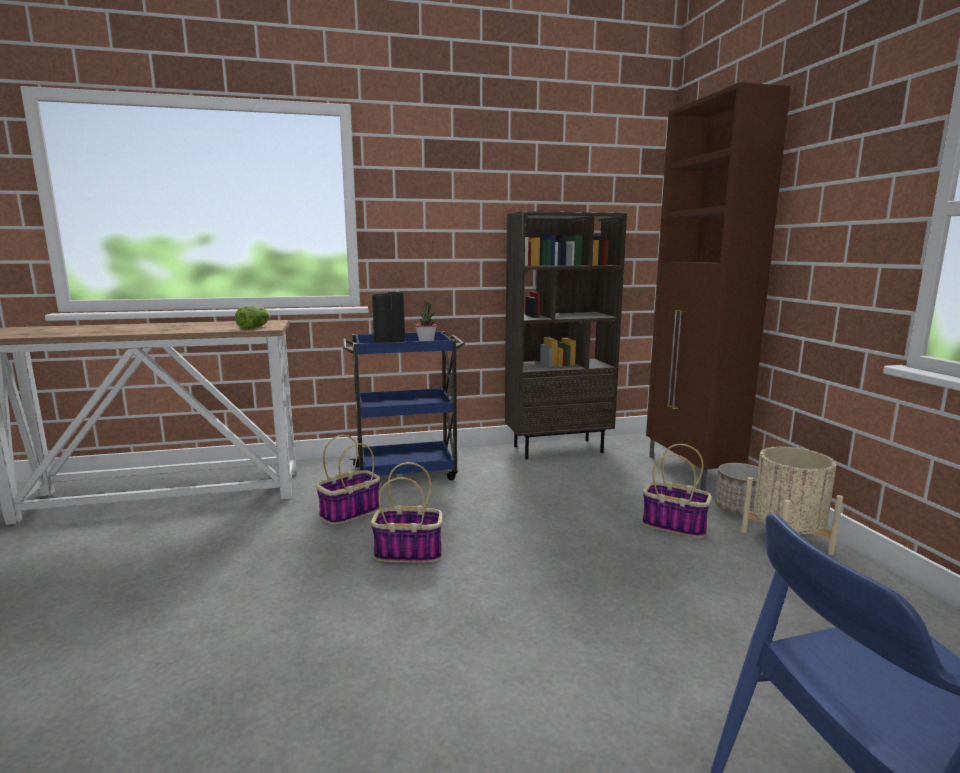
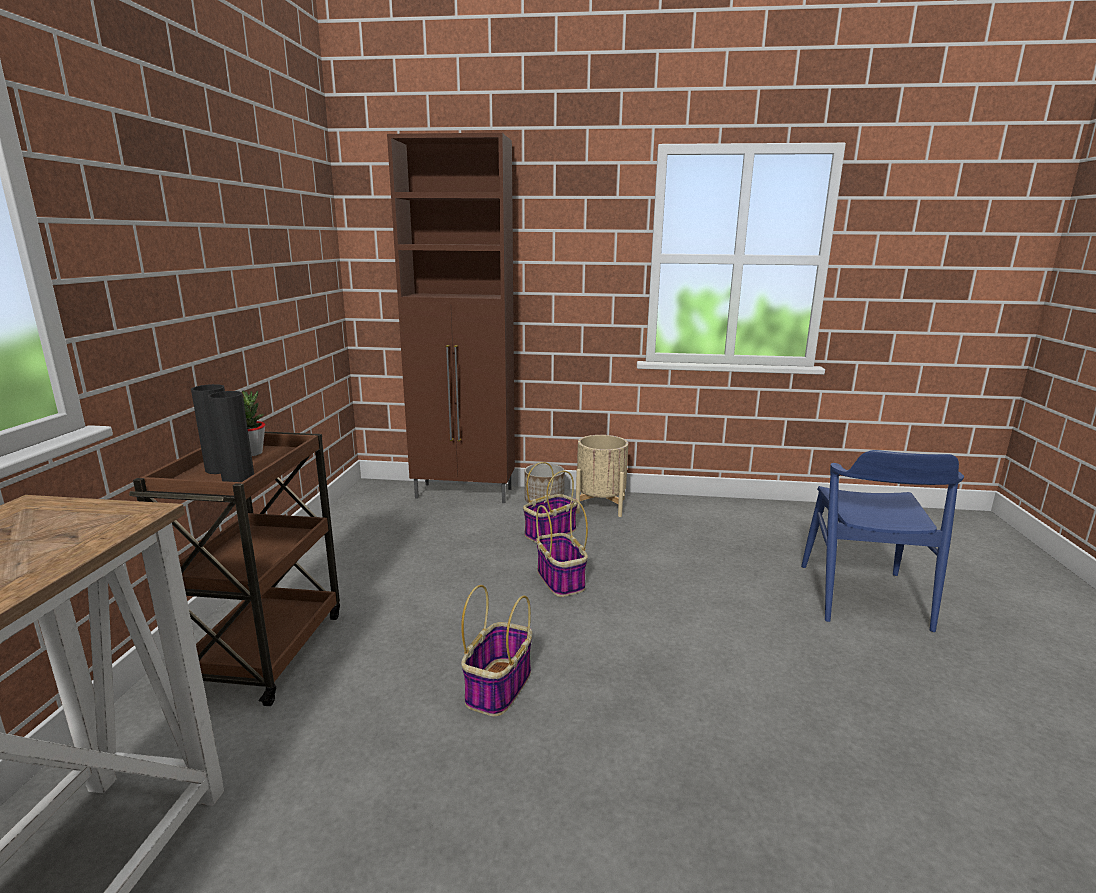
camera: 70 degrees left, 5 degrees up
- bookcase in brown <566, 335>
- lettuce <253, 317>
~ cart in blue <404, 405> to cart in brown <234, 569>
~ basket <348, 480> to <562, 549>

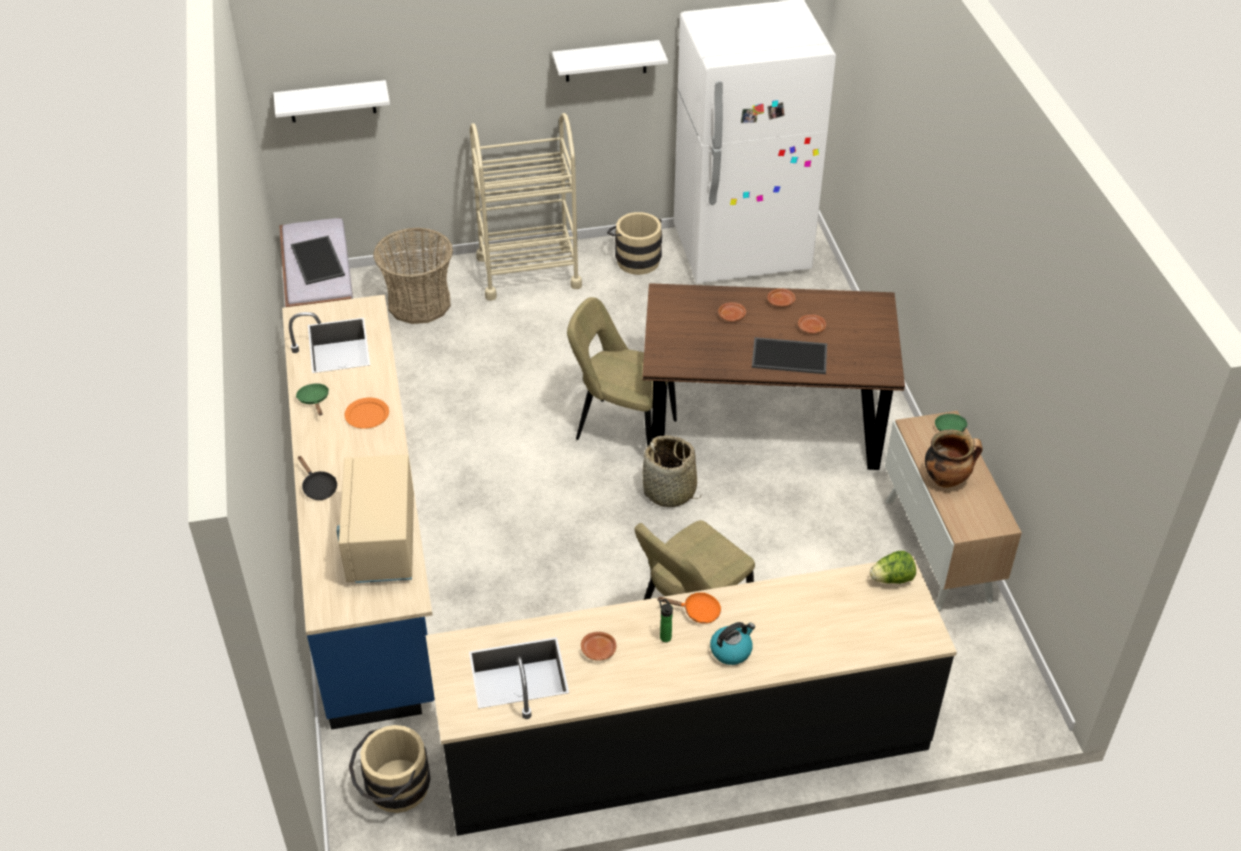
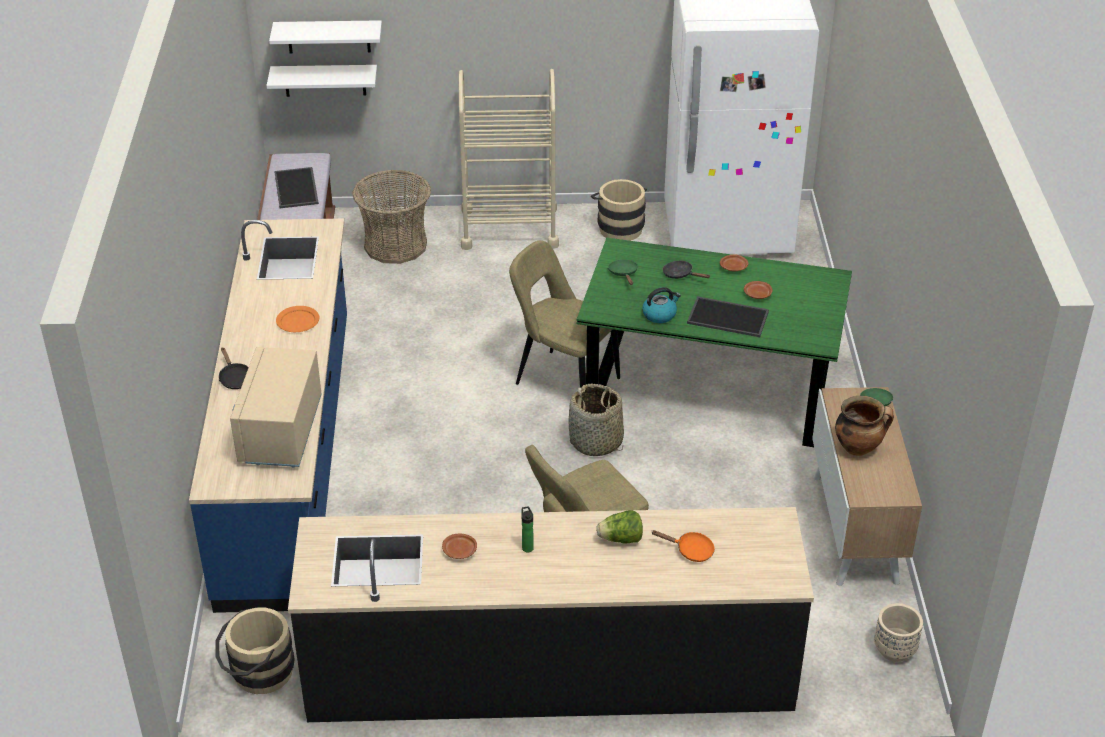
camera: 10 degrees right, 5 degrees down
~ shelf in white <610, 61> to <321, 81>
~ dining table in brown <773, 376> to dining table in green <714, 342>
~ plate in brown <732, 311> to frying pan in black <686, 270>
~ frying pan in green <312, 399> to <623, 272>
~ lettuce <893, 567> to <619, 527>
~ frying pan in orange <689, 608> to <683, 546>
~ kettle <732, 643> to <661, 305>
+ planter in beige <898, 632>

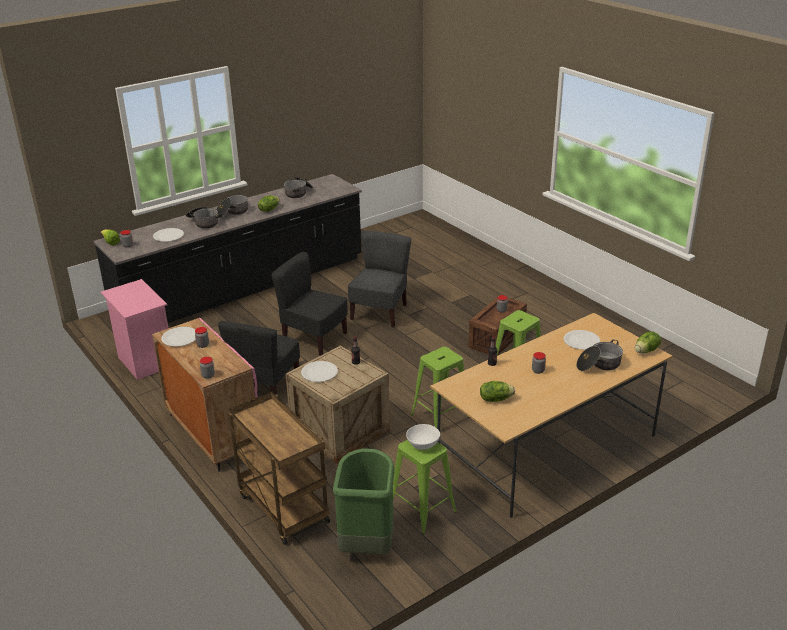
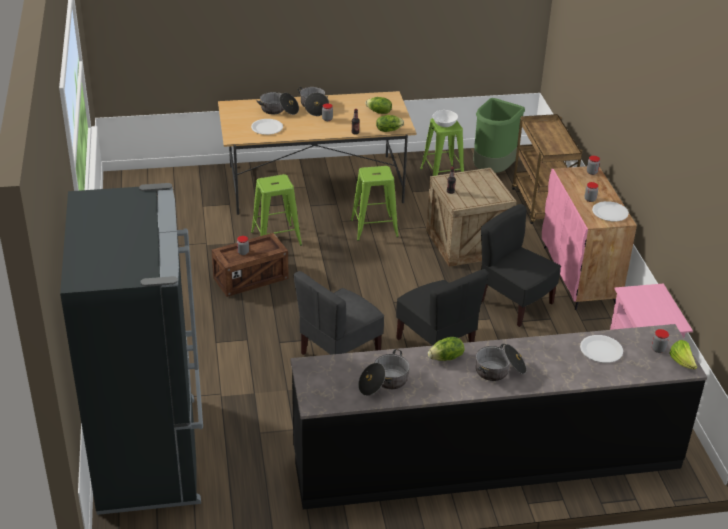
camera: 155 degrees left, 5 degrees up
~ cooking pot <204, 218> to <313, 101>
~ chair in black <259, 358> = <521, 265> 90 degrees counterclockwise
~ lettuce <648, 342> to <390, 123>
- plate in white <319, 371>
+ fridge in black <131, 349>

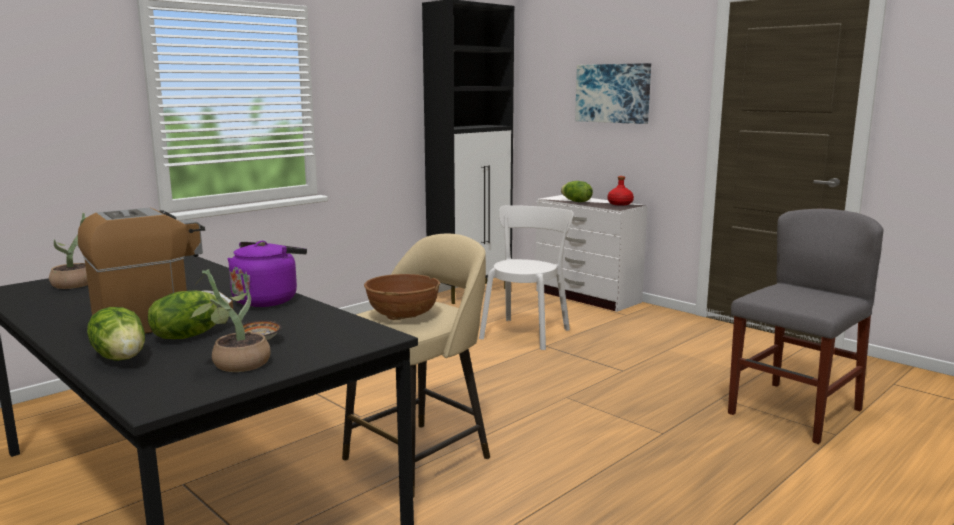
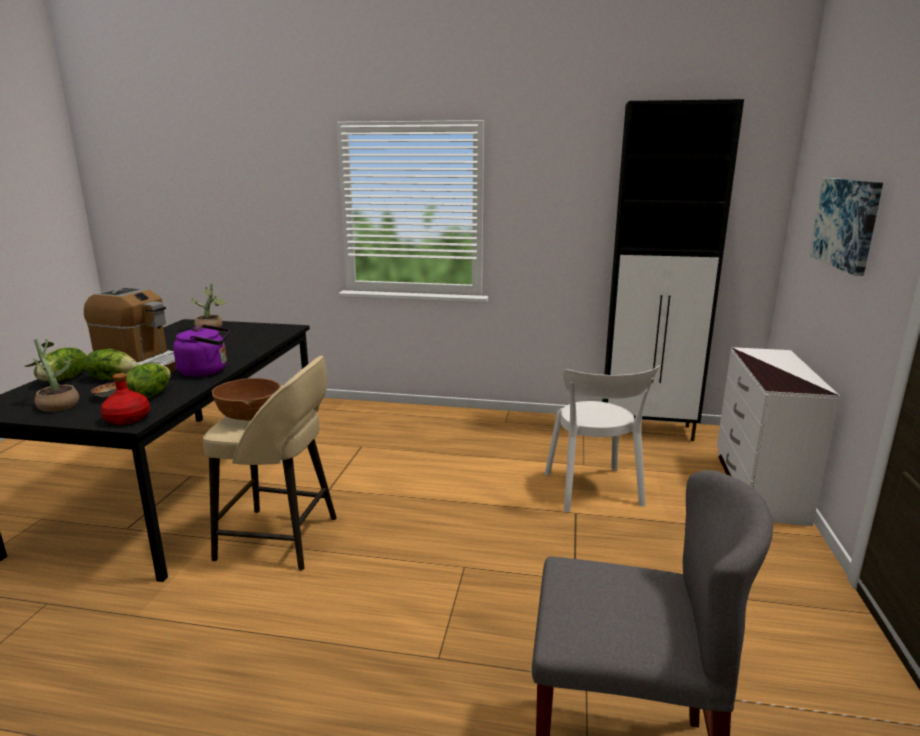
camera: 55 degrees right, 5 degrees up
~ bottle in red <620, 191> to <125, 399>
~ lettuce <577, 191> to <148, 381>
~ chair in white <526, 277> = <602, 439> 90 degrees clockwise

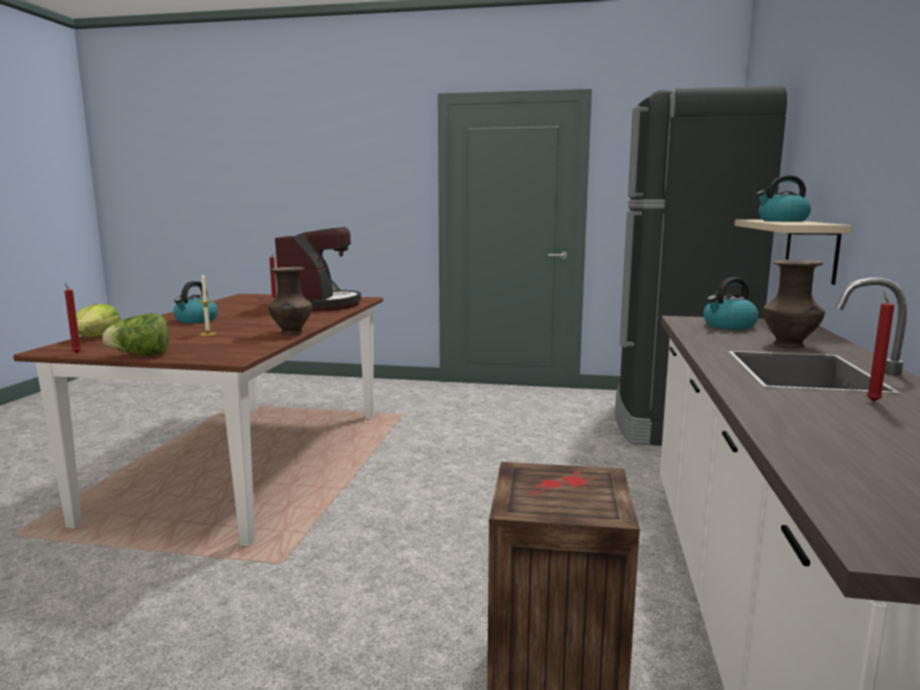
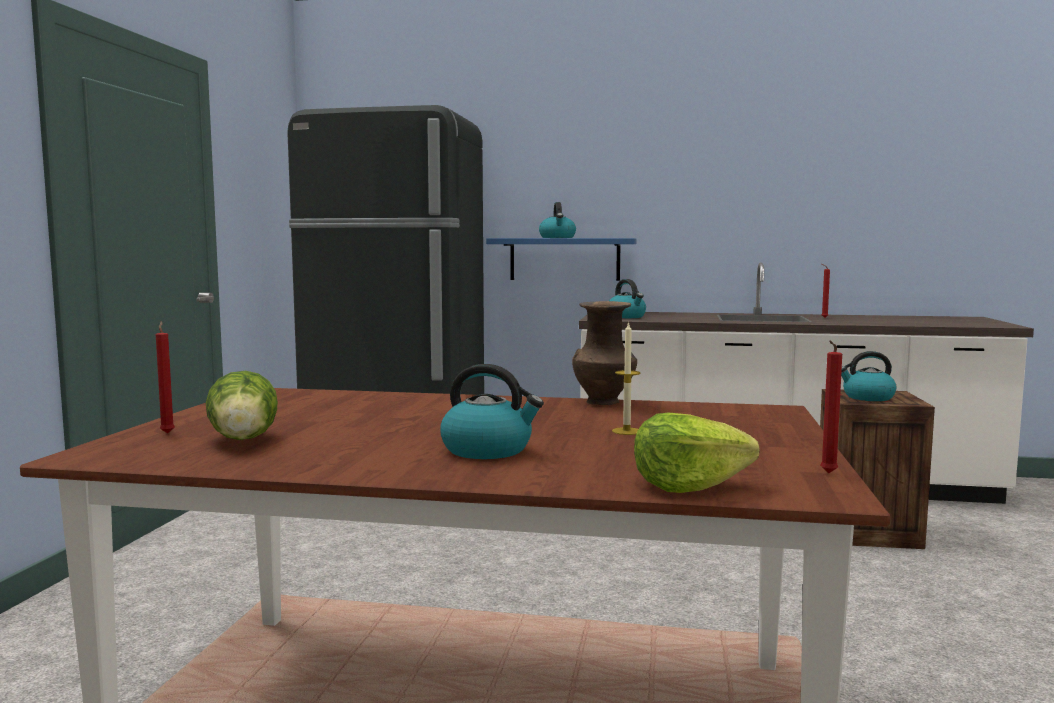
camera: 90 degrees left, 5 degrees down
~ shelf in beige <793, 252> to shelf in blue <561, 259>
- coffee machine <318, 269>
- vase in brown <794, 304>
~ lettuce <136, 334> to <242, 405>
+ kettle <868, 376>

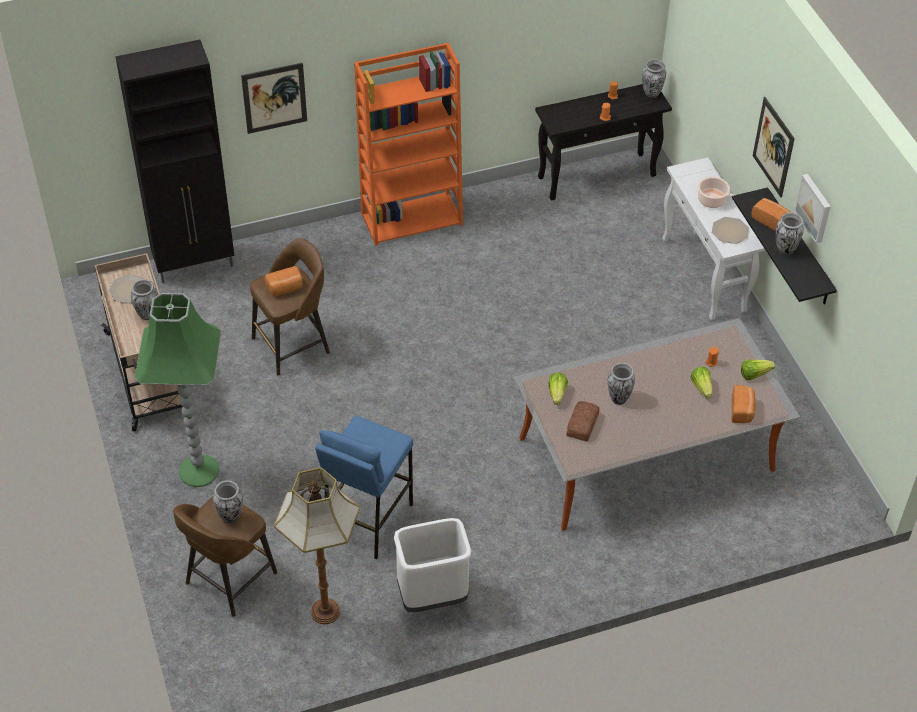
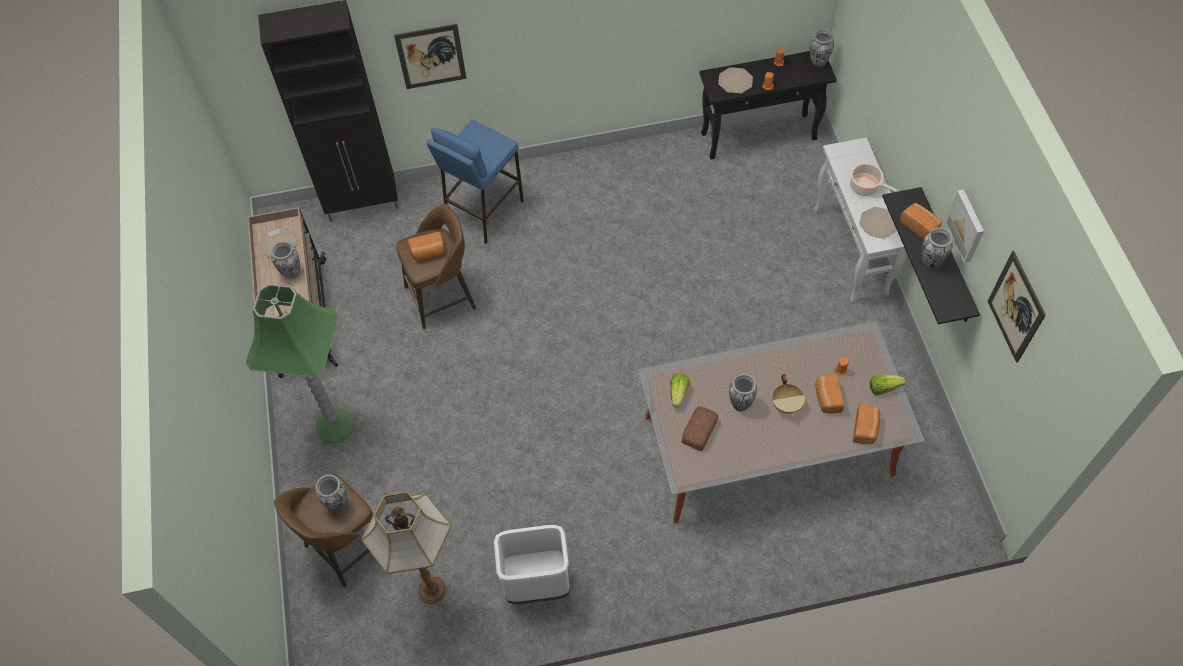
camera: 10 degrees right, 10 degrees up
- bookcase in orange <408, 144>
~ picture <774, 147> to <1017, 307>
~ lettuce <702, 383> to bread <829, 394>
~ stool in blue <364, 488> to <475, 182>
+ plate <735, 80>
+ cooking pot in beige <788, 395>

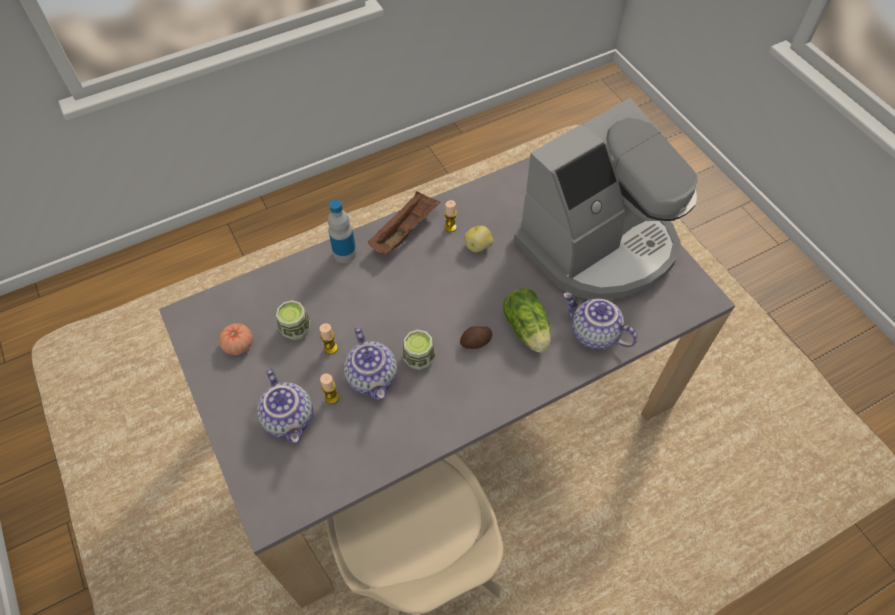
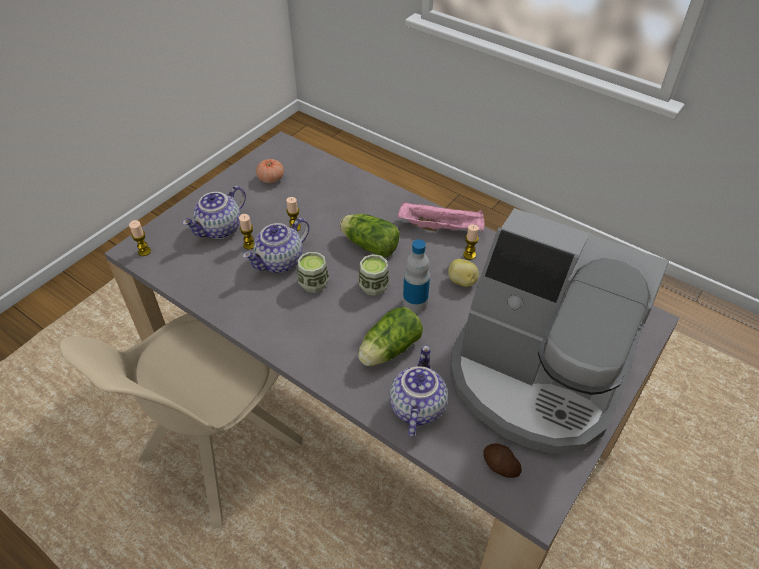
camera: 65 degrees right, 10 degrees down
~ tray in brown <404, 223> to tray in pink <441, 216>
~ bottle <342, 231> to <416, 276>
~ cup <293, 320> to <374, 275>
~ potato <476, 337> to <502, 460>
+ lettuce <370, 235>
+ candle <140, 238>

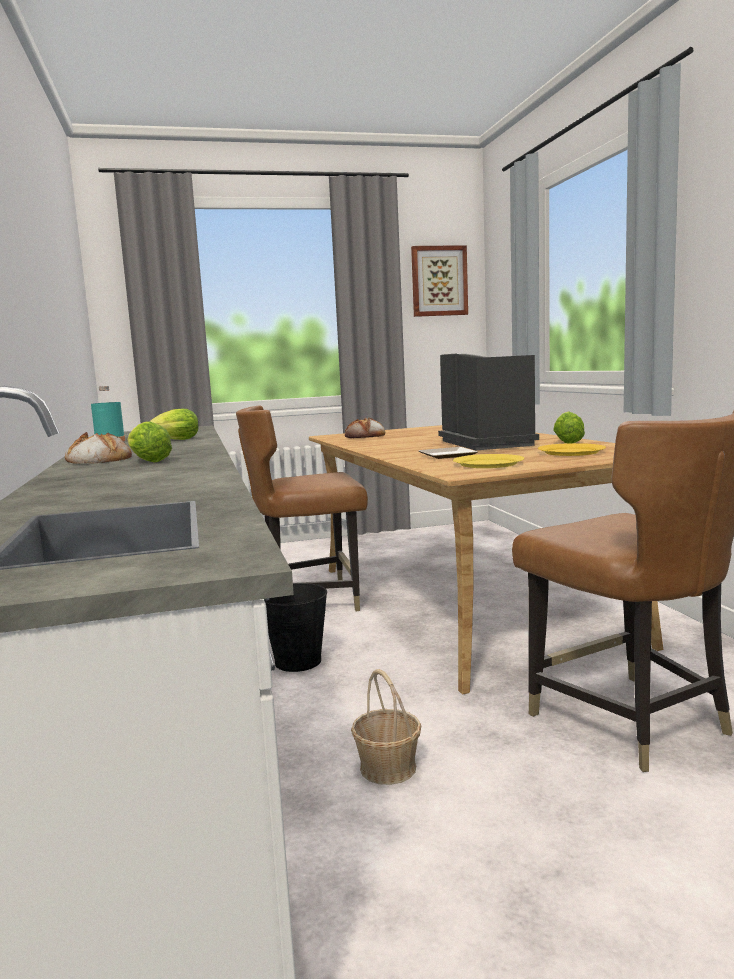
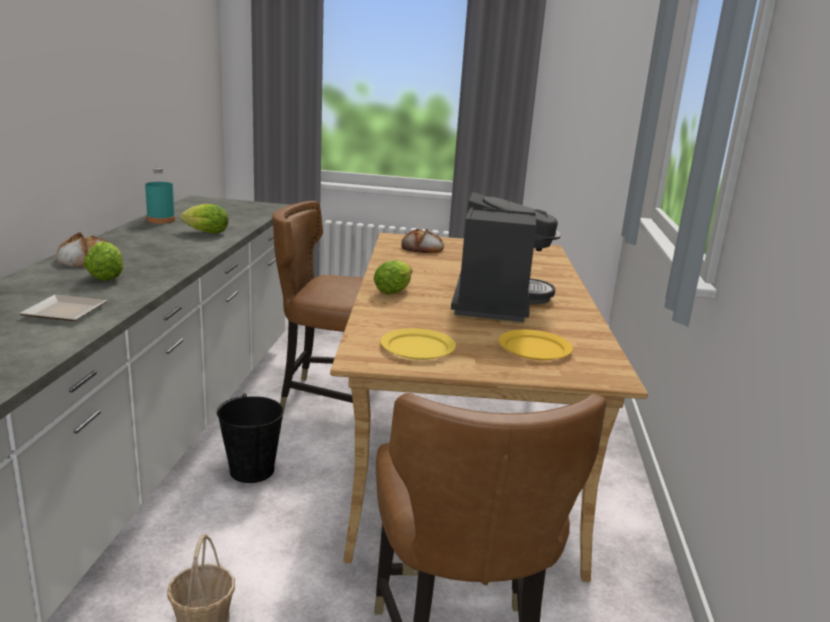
camera: 20 degrees right, 10 degrees up
- picture <439, 281>
~ lettuce <569, 427> to <393, 277>
~ plate <448, 453> to <63, 308>

